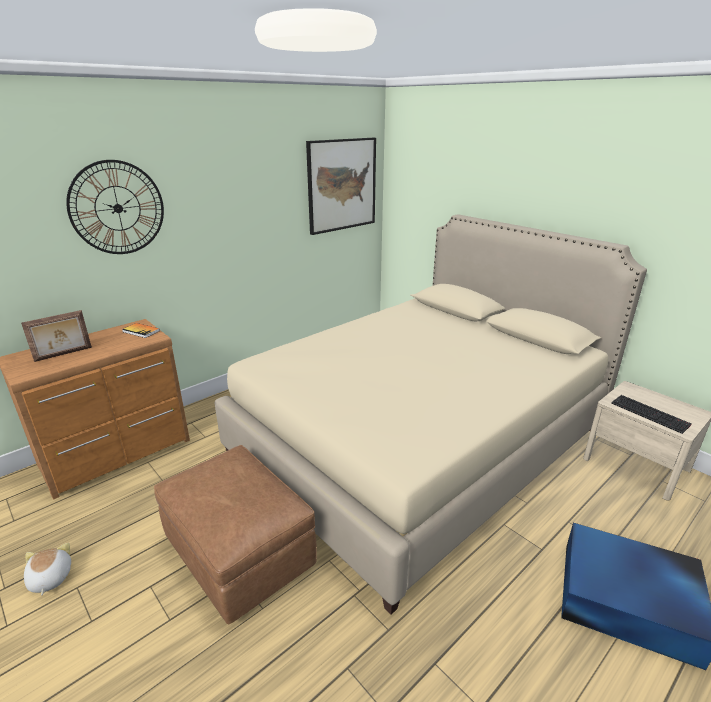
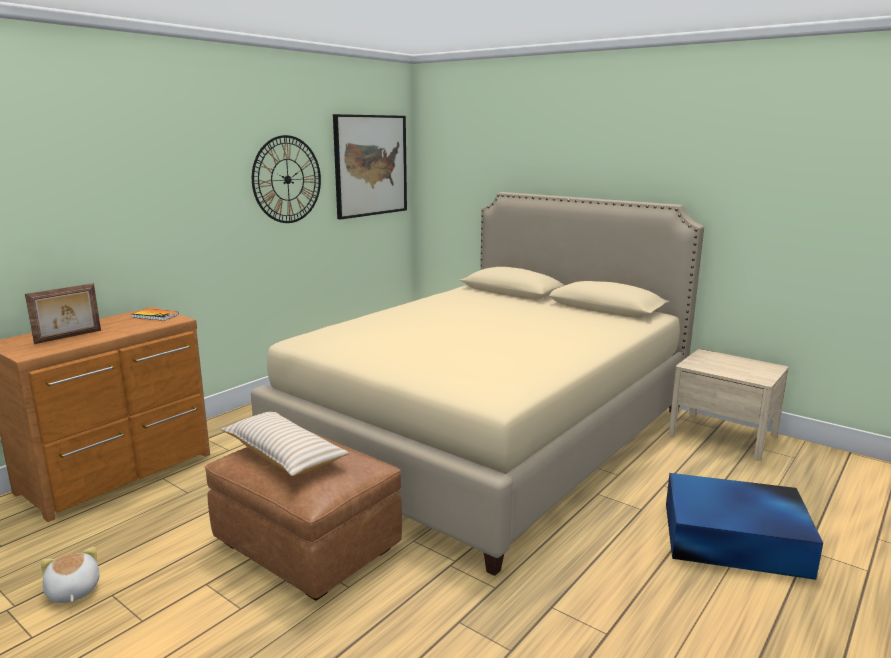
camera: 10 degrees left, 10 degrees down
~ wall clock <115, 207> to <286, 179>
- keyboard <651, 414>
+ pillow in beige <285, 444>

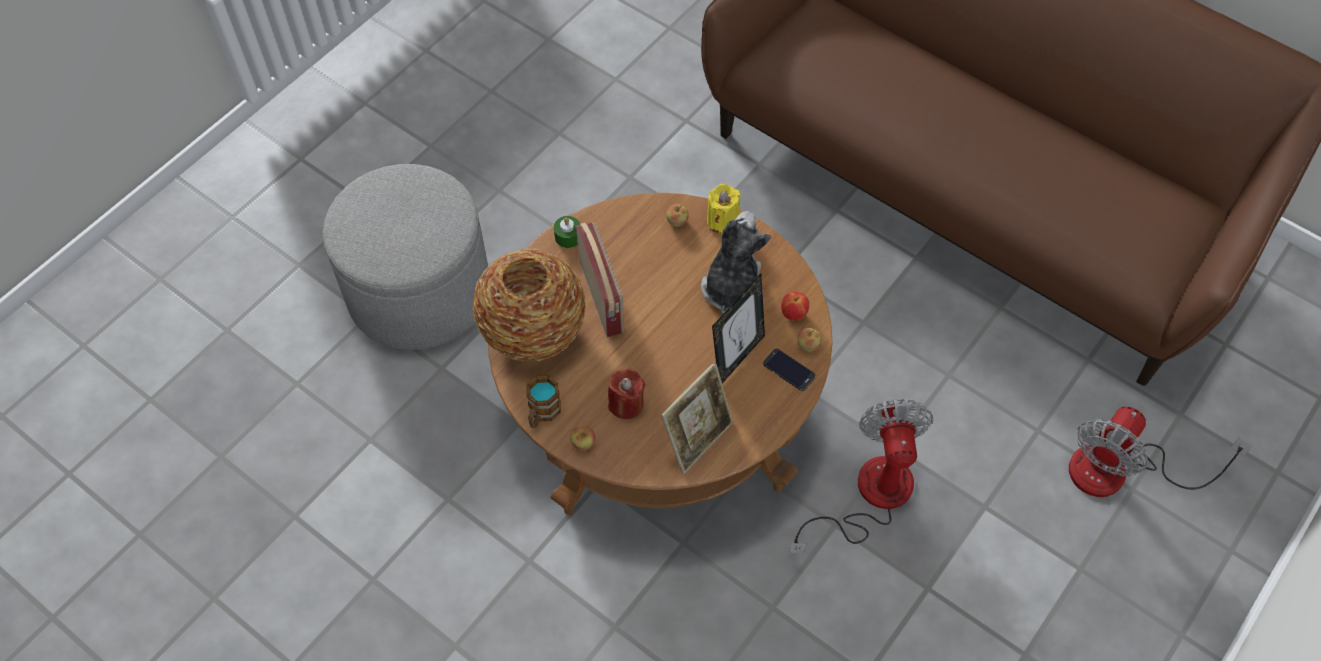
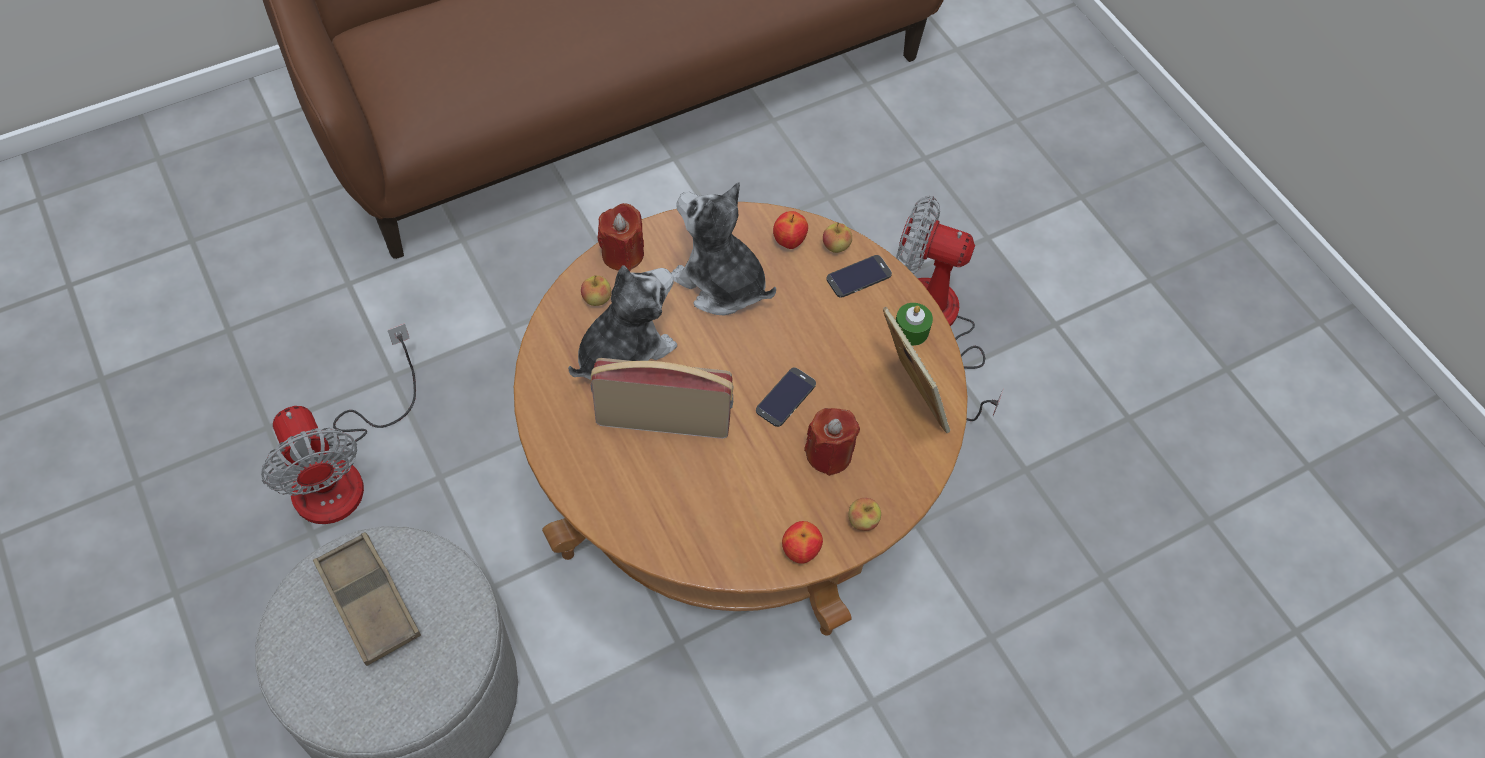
camera: 70 degrees left, 0 degrees up
~ candle in yellow <724, 209> to candle in red <620, 237>
~ candle in green <567, 232> to <914, 324>
- vase <529, 305>
- picture frame <738, 328>
~ mug <543, 402> to apple <802, 542>
~ fan <1161, 451> to <338, 423>
+ plush toy <622, 323>
+ phone <786, 397>
+ tray in brown <367, 599>

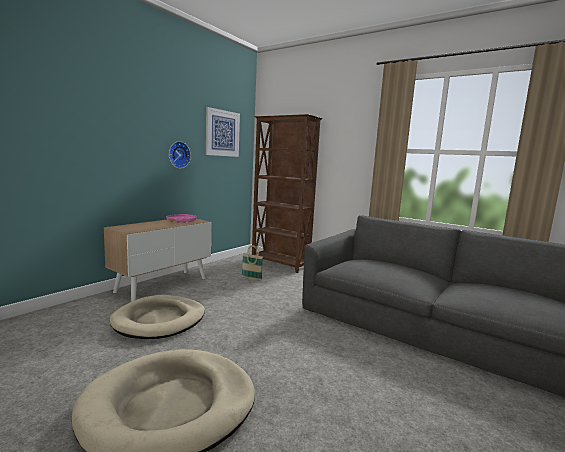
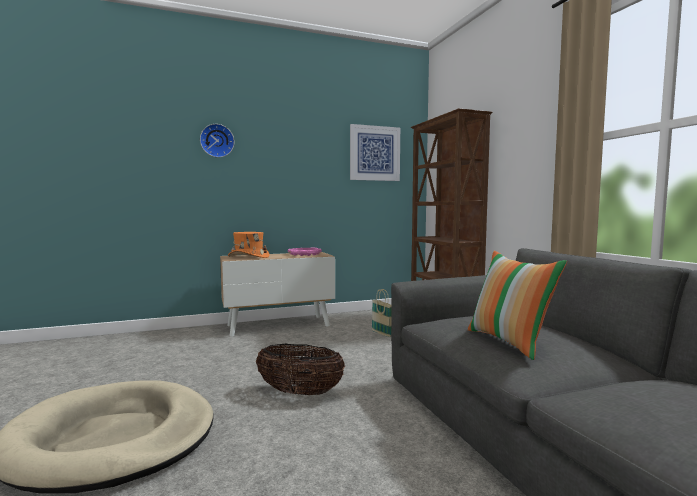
camera: 35 degrees right, 5 degrees down
~ wall clock <180, 155> to <217, 141>
- dog bed in beige <157, 317>
+ hat in orange <249, 245>
+ pillow <517, 305>
+ basket <300, 369>

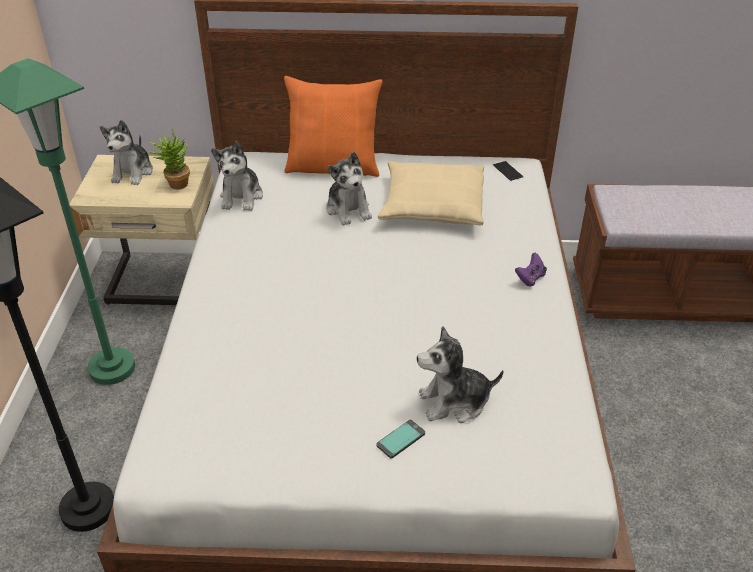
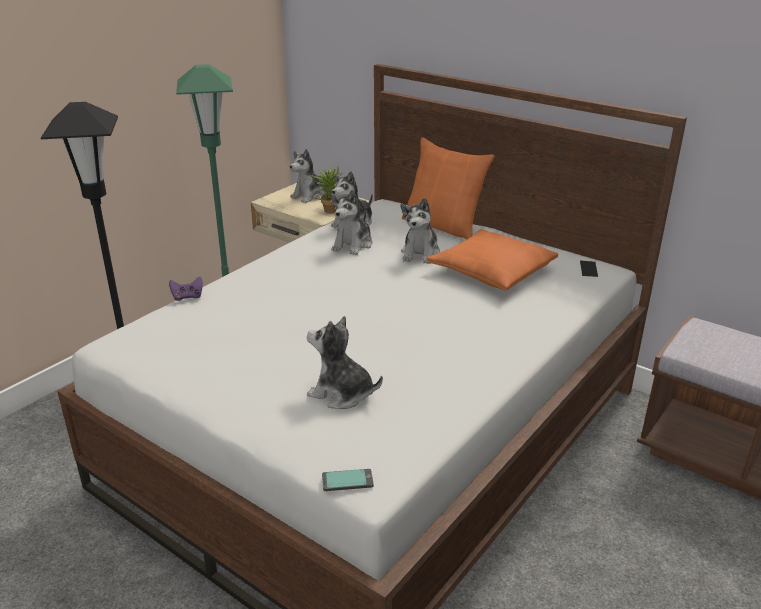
camera: 35 degrees right, 10 degrees down
~ pillow in beige <431, 193> to pillow in orange <492, 260>
~ game controller in purple <531, 270> to <186, 289>
~ phone <400, 439> to <347, 480>
+ plush toy <351, 222>

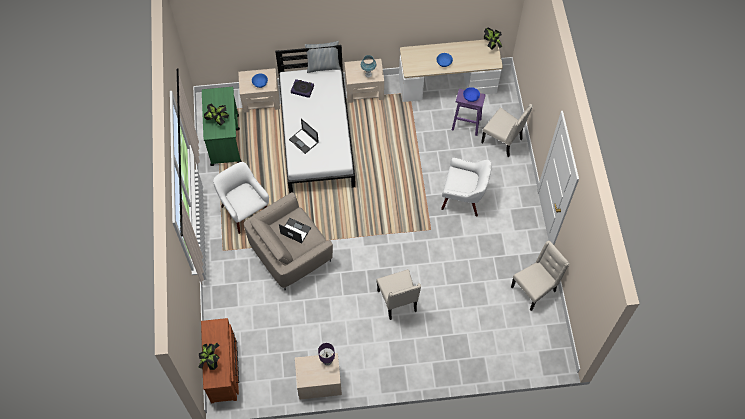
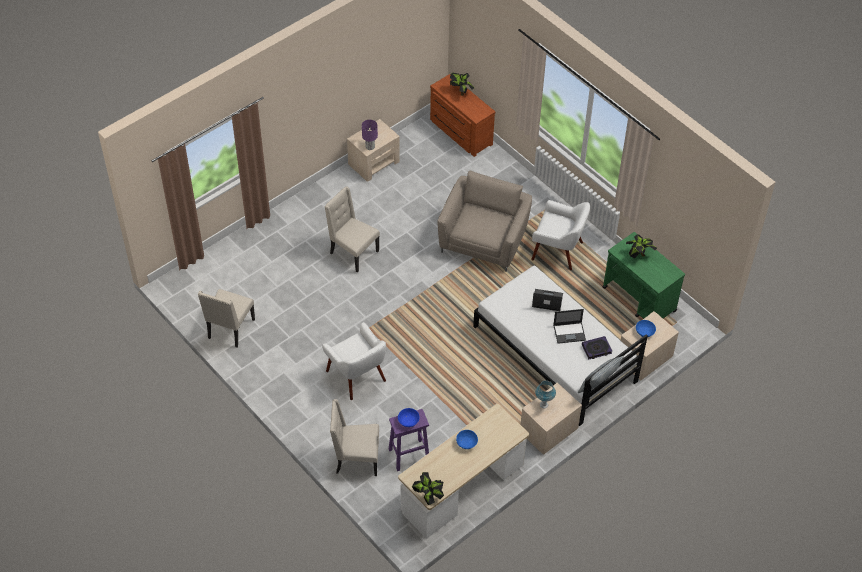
camera: 145 degrees right, 10 degrees down
~ armchair in white <466, 187> = <354, 361> 105 degrees counterclockwise
~ laptop <295, 230> to <569, 326>

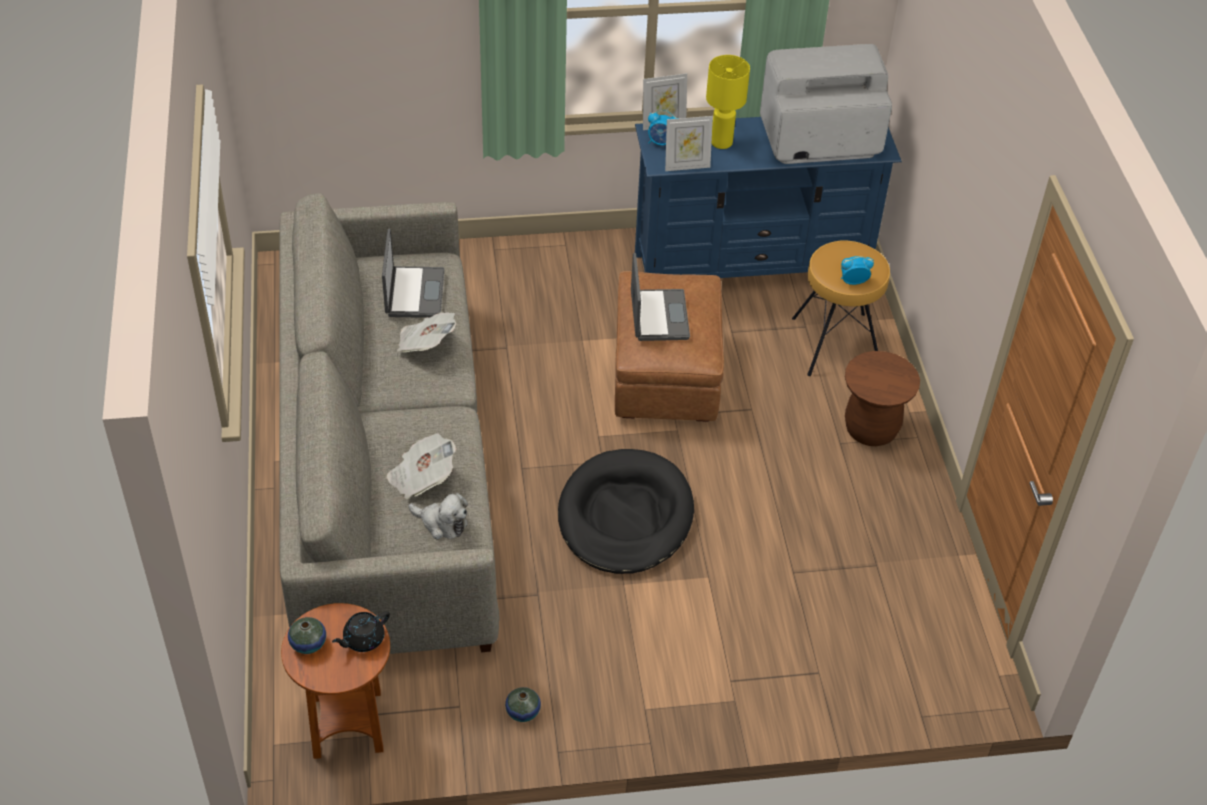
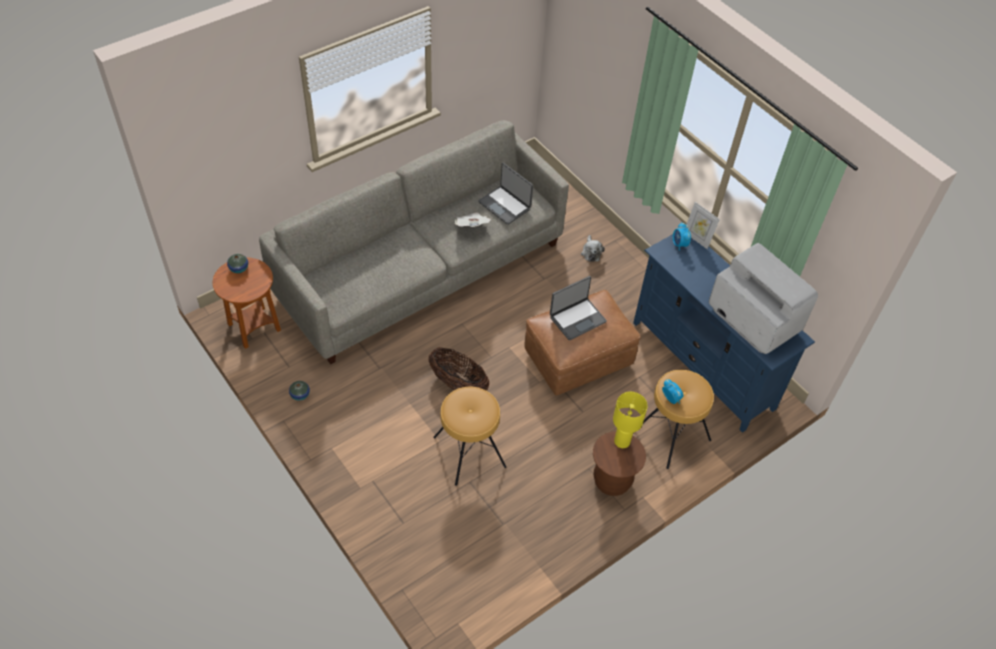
camera: 60 degrees right, 5 degrees up
~ table lamp in yellow <728, 102> to <630, 420>
- picture frame <689, 143>
~ laptop <413, 273> = <505, 194> 75 degrees clockwise
- newspaper <421, 466>
~ dog bed in black <626, 511> to basket <459, 369>
~ plush toy <438, 516> to <593, 248>
- teapot in black <361, 631>
+ stool in brown <469, 436>

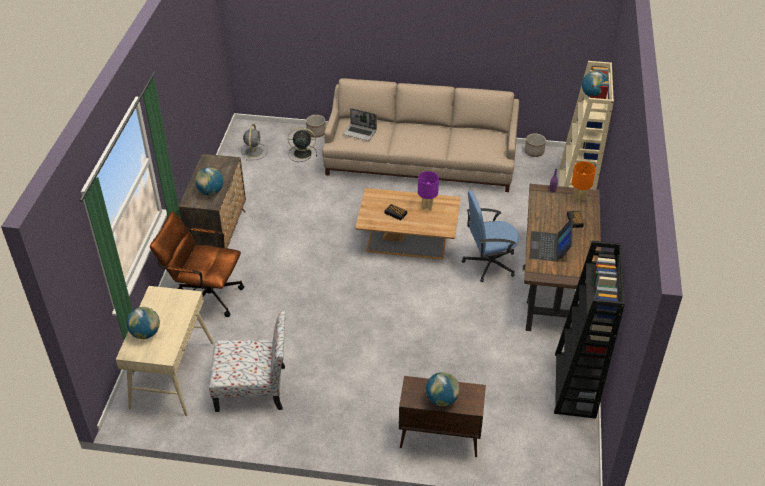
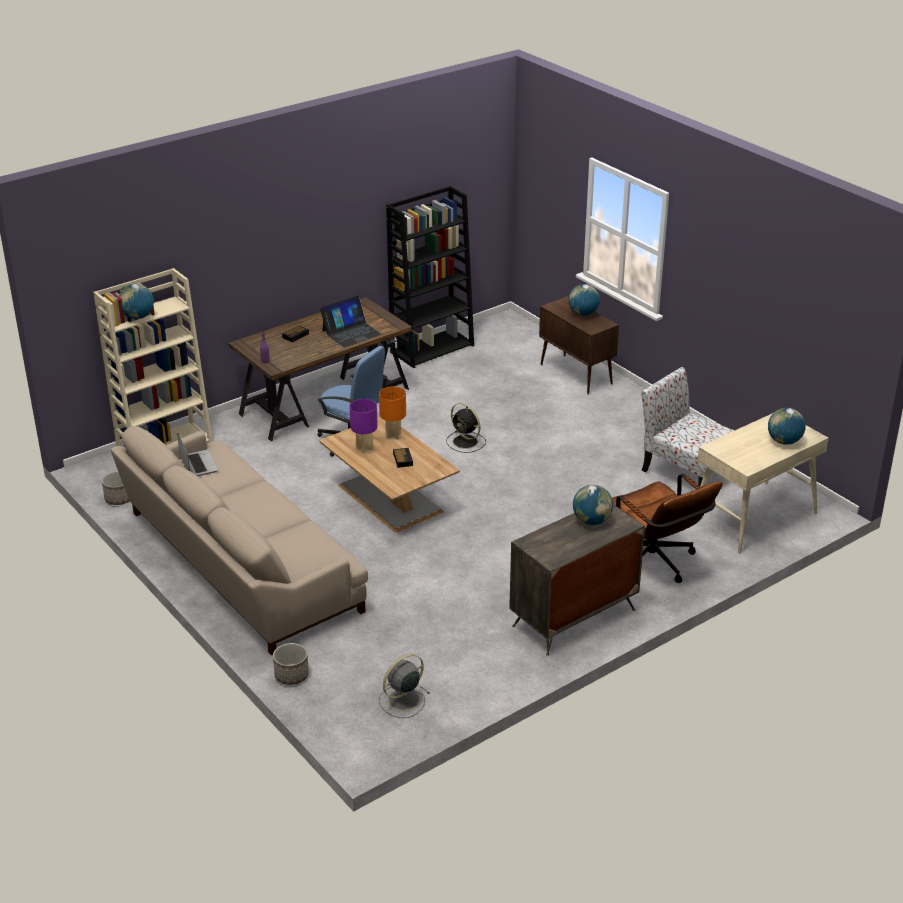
camera: 135 degrees left, 10 degrees down
~ laptop <360, 124> to <198, 454>
~ fan in black <302, 145> to <466, 428>
~ table lamp in orange <583, 182> to <392, 413>

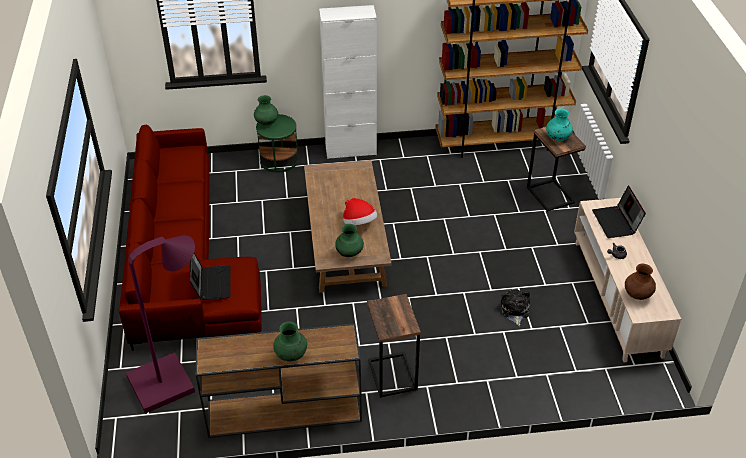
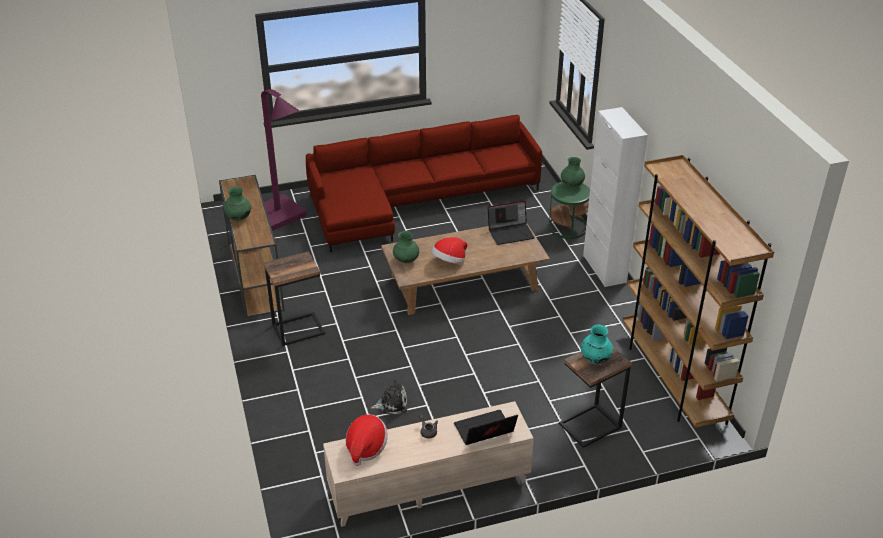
camera: 80 degrees right, 5 degrees down
~ laptop <210, 276> to <511, 223>
~ vase in brown <640, 282> to hat <366, 440>

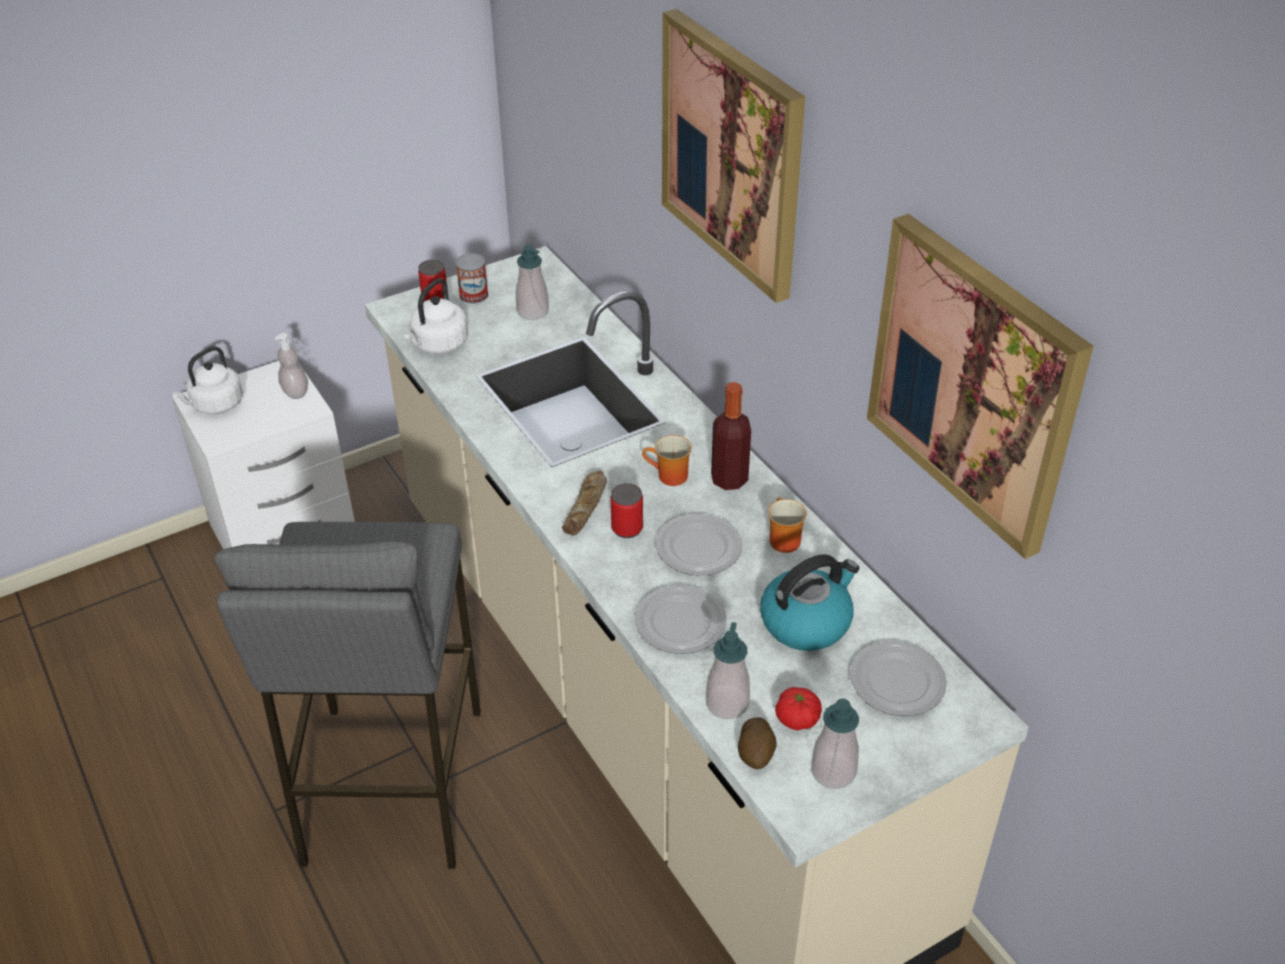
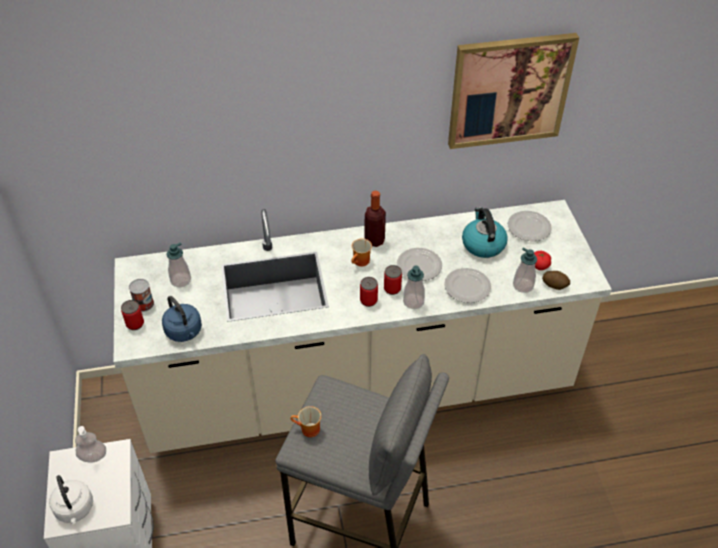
camera: 70 degrees left, 5 degrees up
- picture <733, 156>
~ kettle in white <436, 316> to kettle in blue <182, 319>
~ bread <584, 503> to can <369, 292>
~ mug <787, 525> to <305, 421>
~ soap dispenser <835, 744> to <414, 287>

